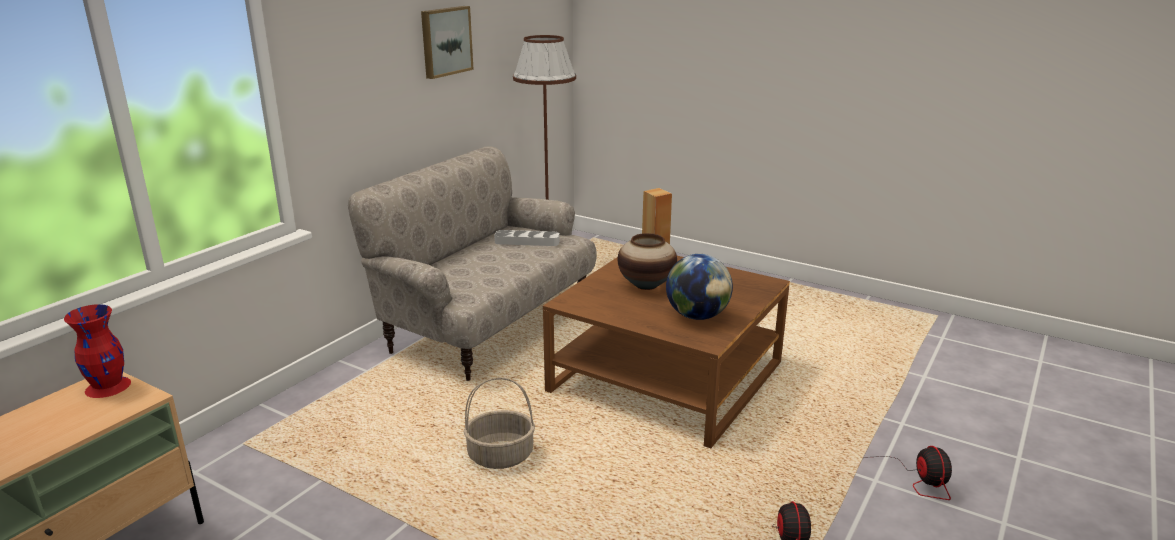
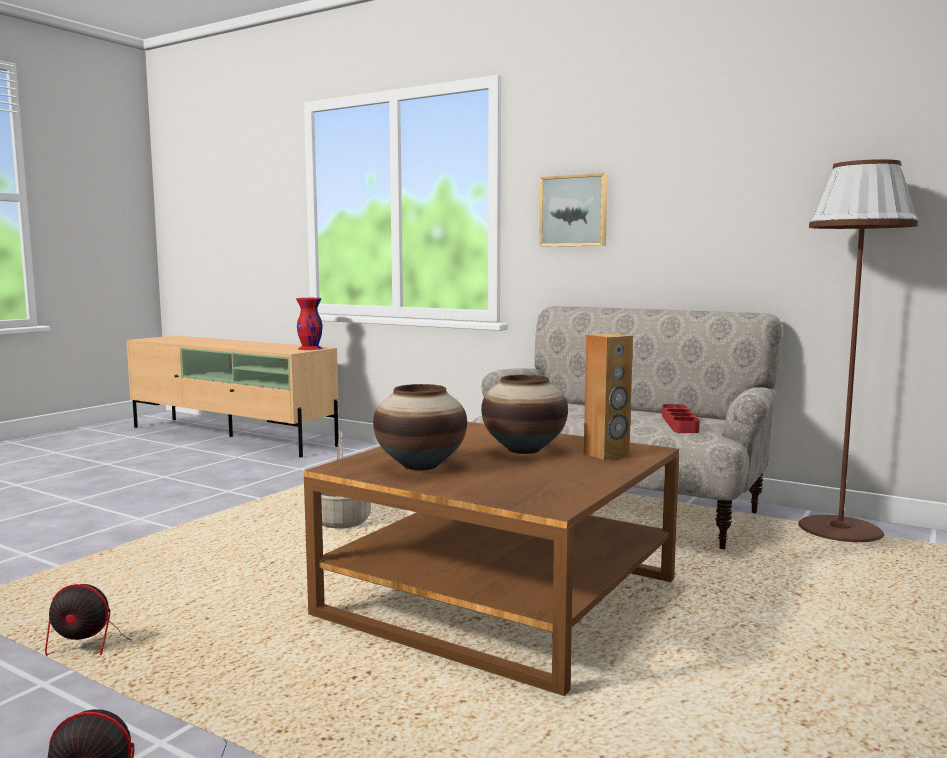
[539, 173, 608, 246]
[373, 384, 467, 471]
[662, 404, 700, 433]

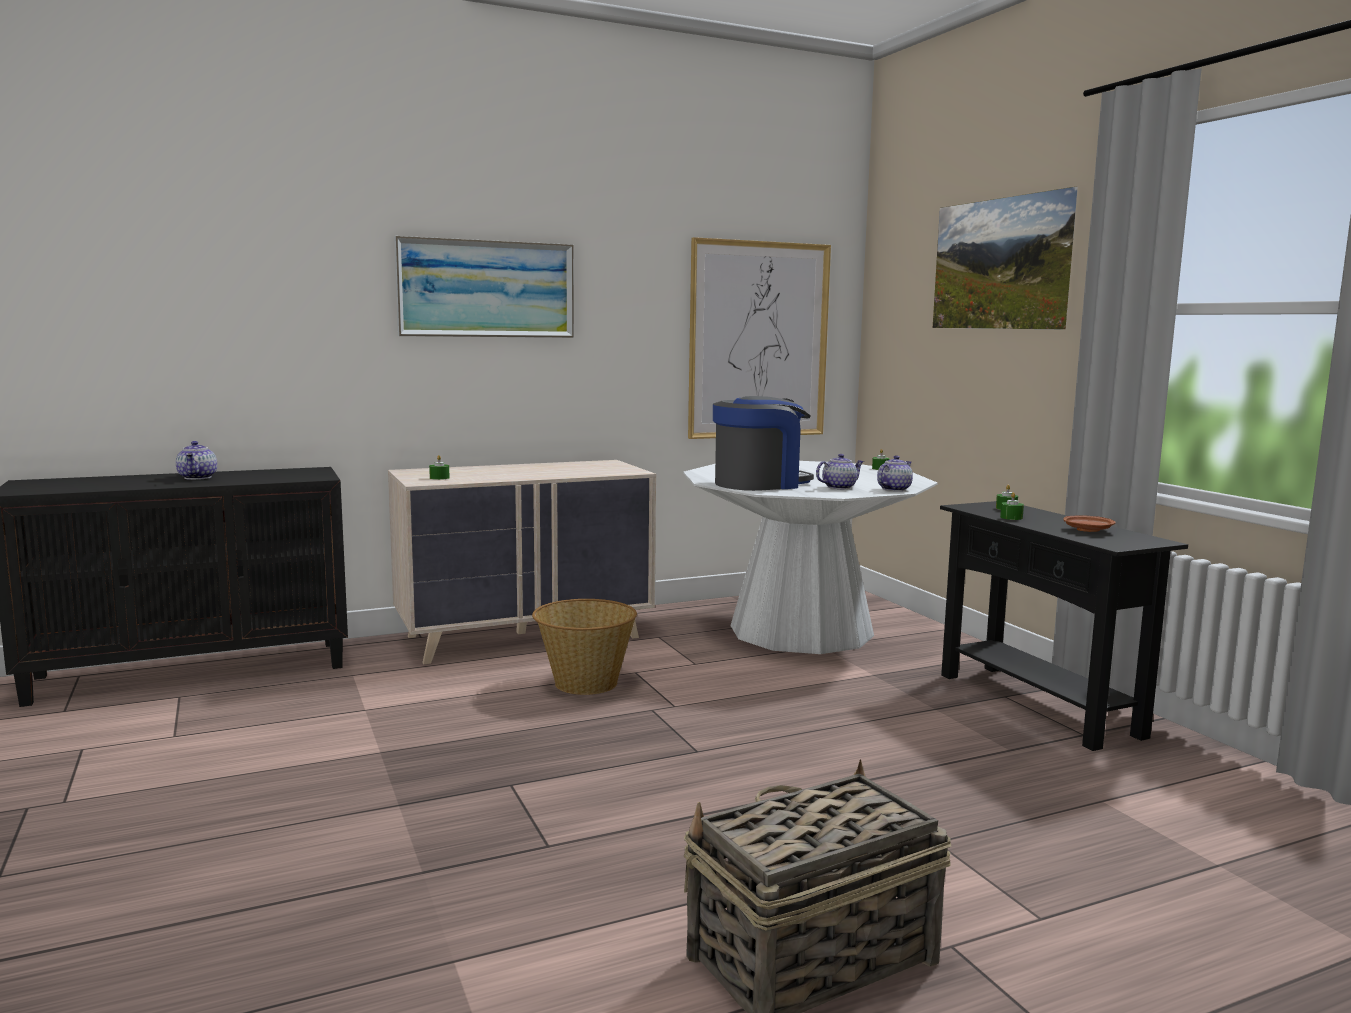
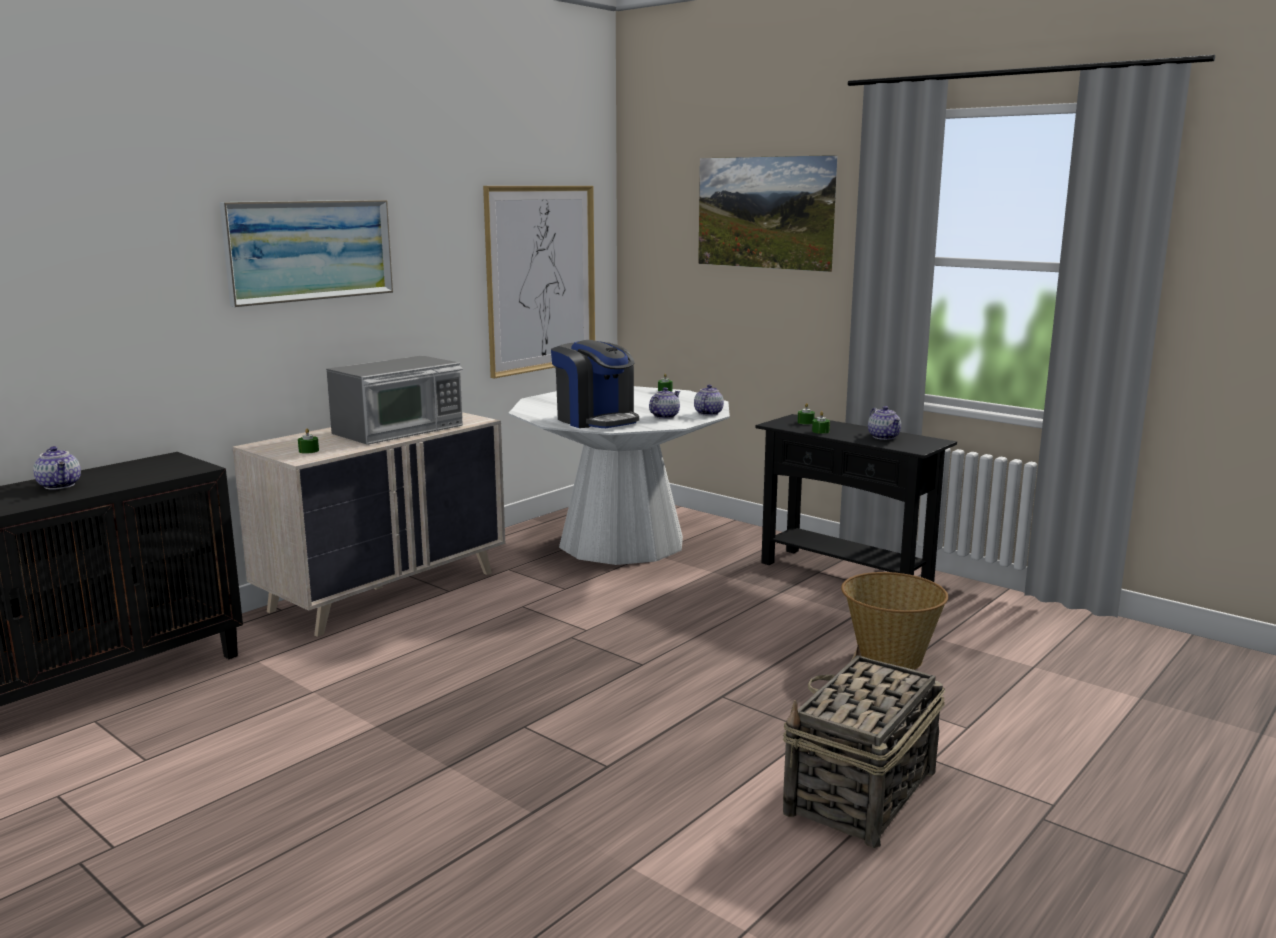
[326, 355, 463, 445]
[841, 572, 948, 670]
[868, 406, 901, 440]
[551, 340, 639, 428]

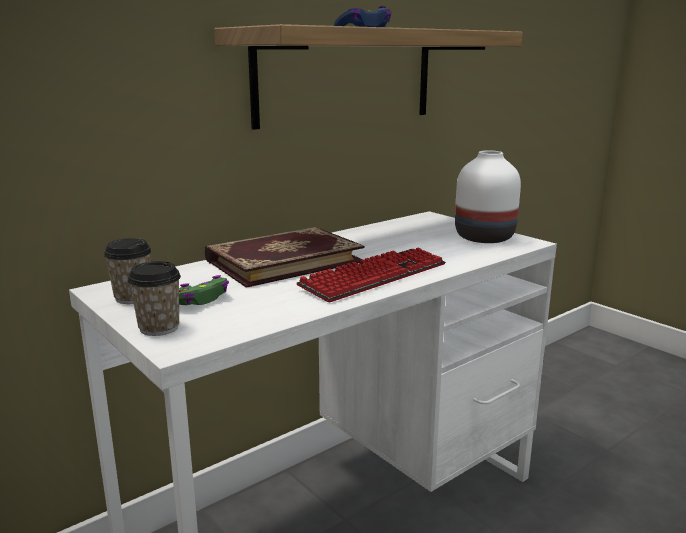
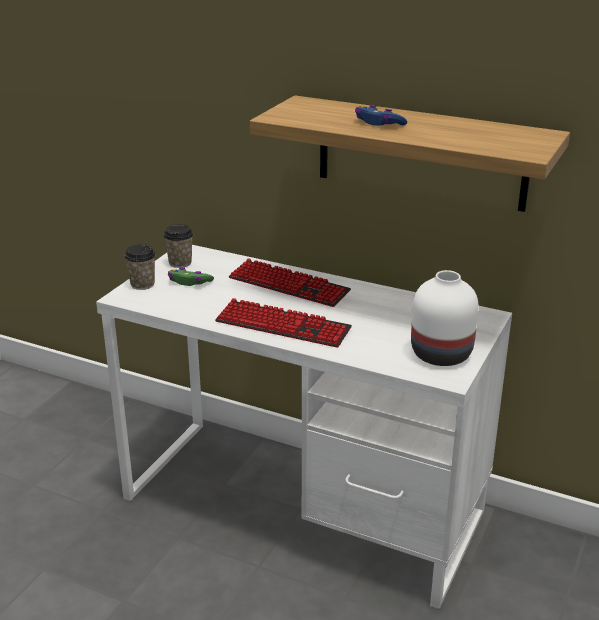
[229, 258, 351, 307]

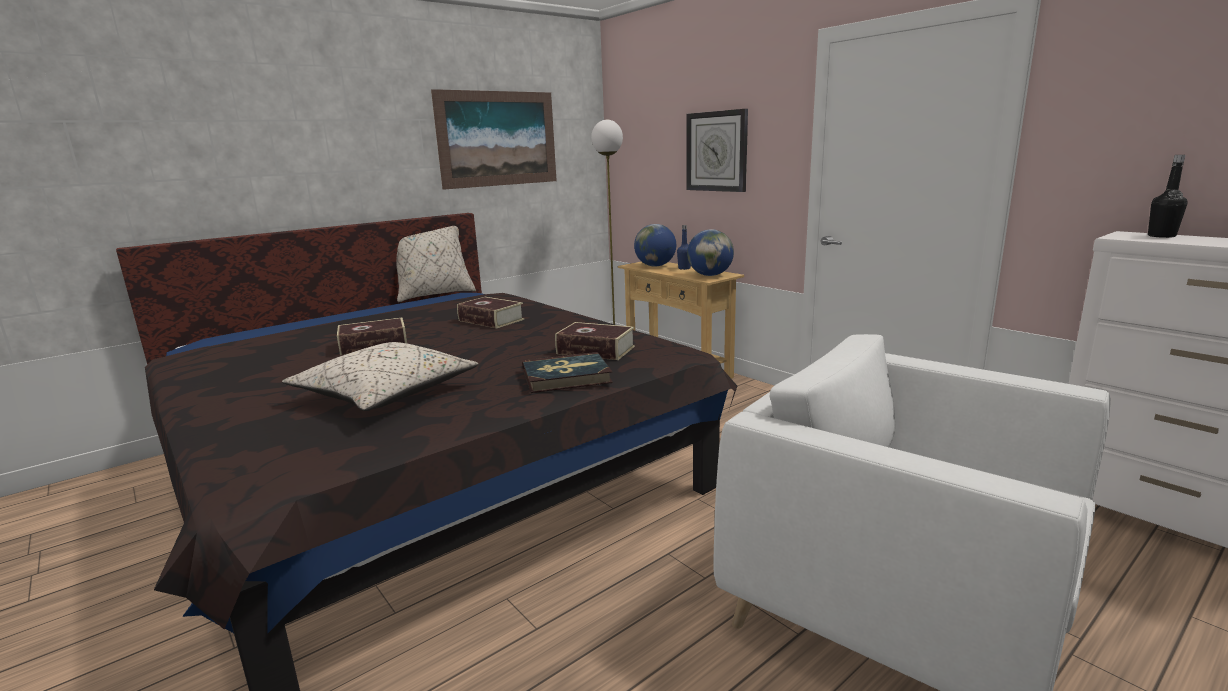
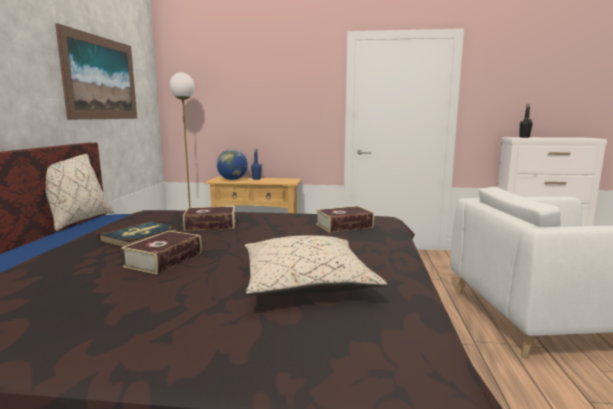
[686, 109, 748, 192] (first image)
[687, 229, 734, 276] (first image)
[98, 221, 178, 248]

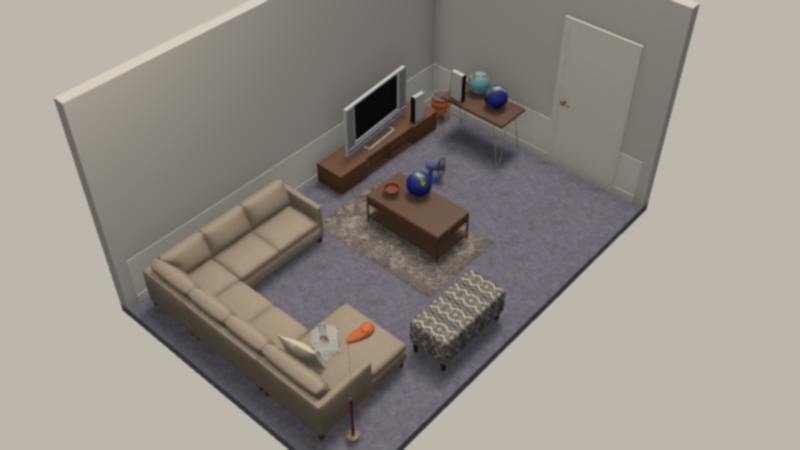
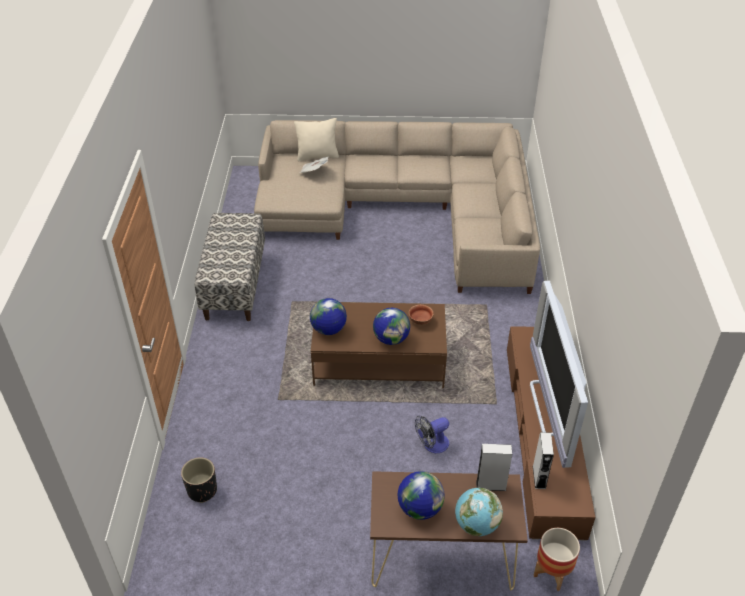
[346, 321, 374, 442] (first image)
[181, 457, 217, 503]
[310, 298, 347, 335]

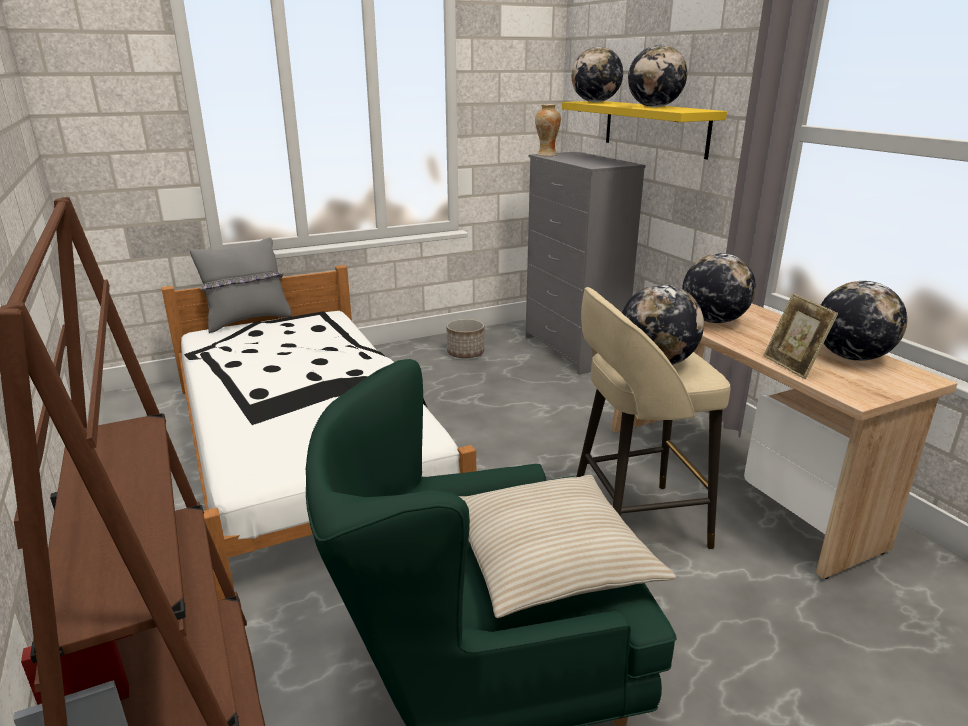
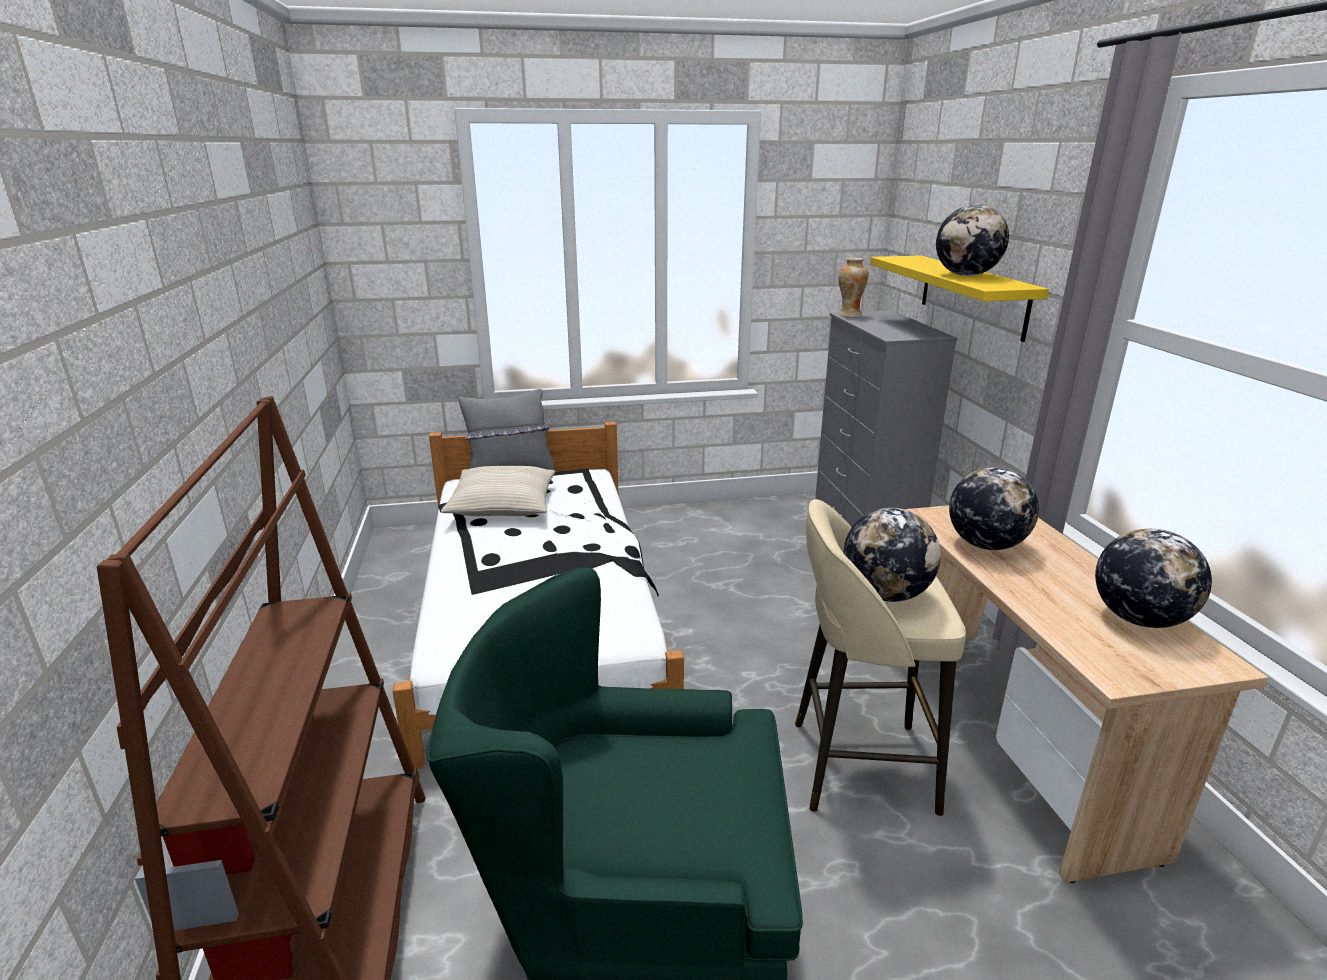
[446, 319, 484, 358] (first image)
[572, 47, 623, 102] (first image)
[763, 293, 838, 379] (first image)
[441, 466, 555, 516]

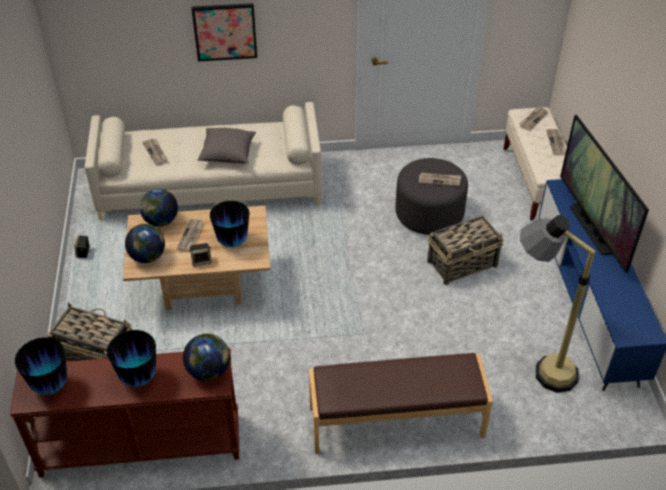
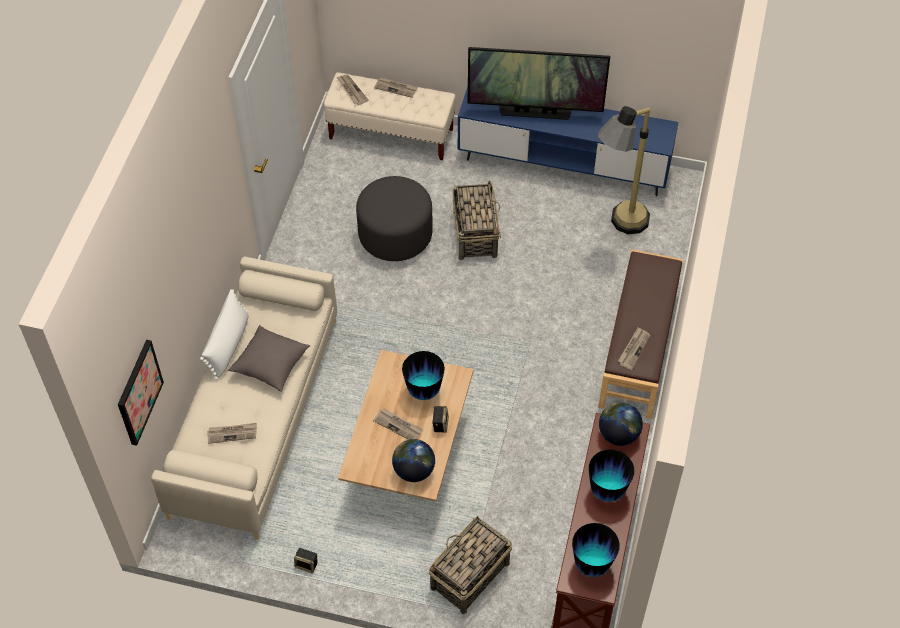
[139, 189, 178, 227] (first image)
[200, 289, 248, 380]
[118, 340, 164, 446]
[618, 327, 650, 370]

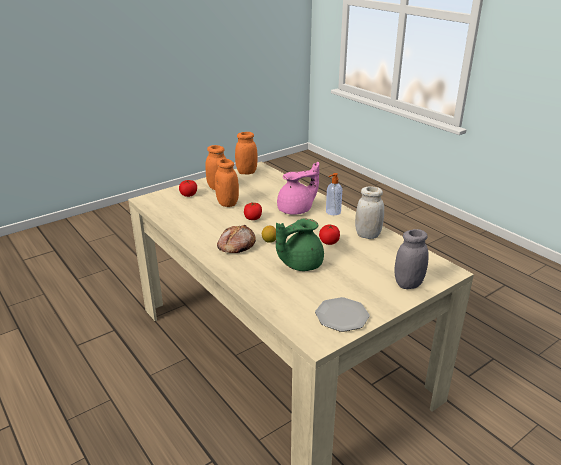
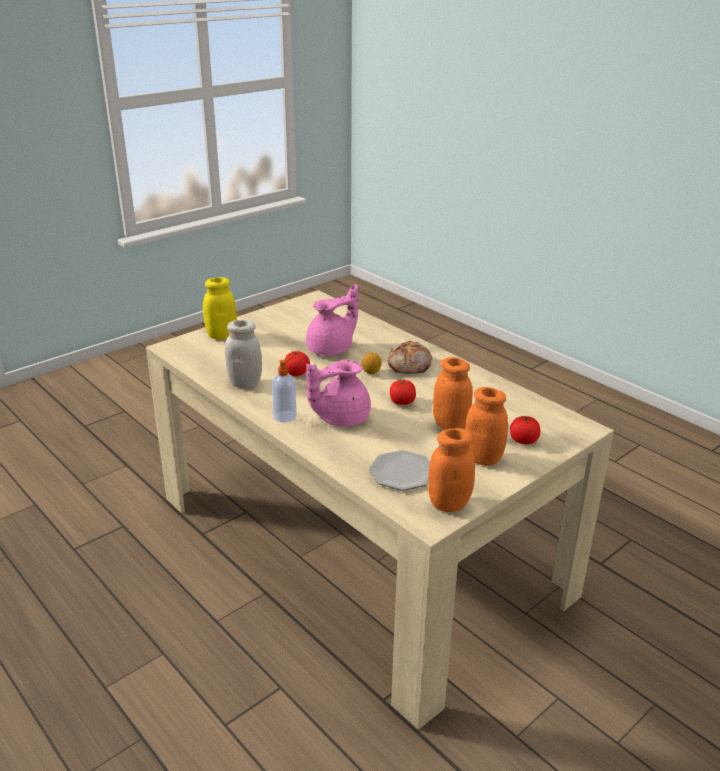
[369, 450, 430, 491]
[306, 284, 358, 355]
[203, 277, 237, 340]

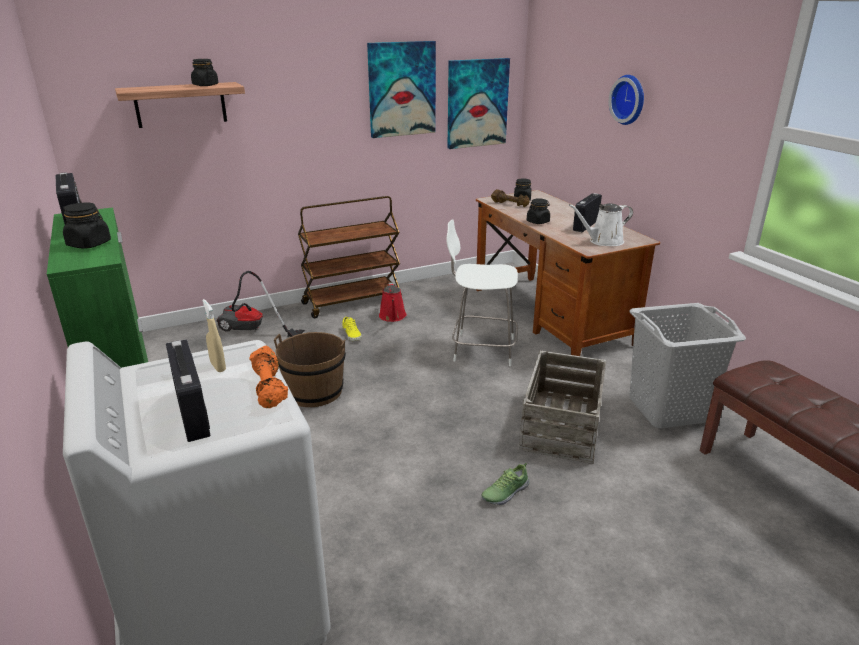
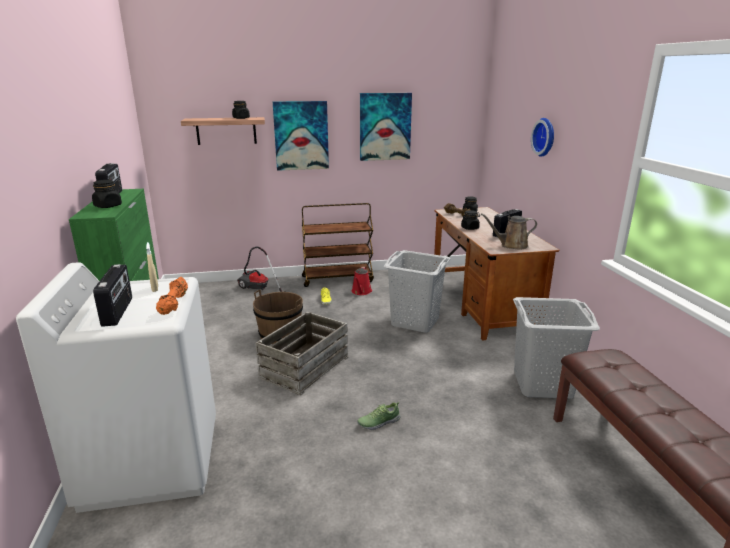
[273, 101, 329, 171]
[256, 312, 349, 395]
[384, 250, 450, 333]
[481, 213, 537, 249]

